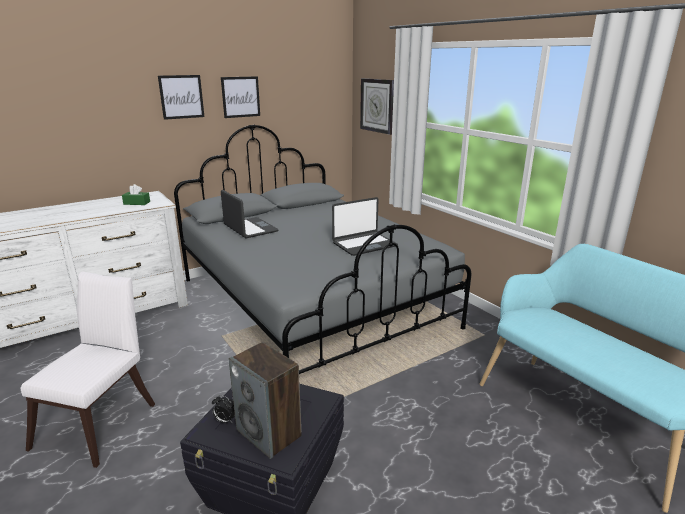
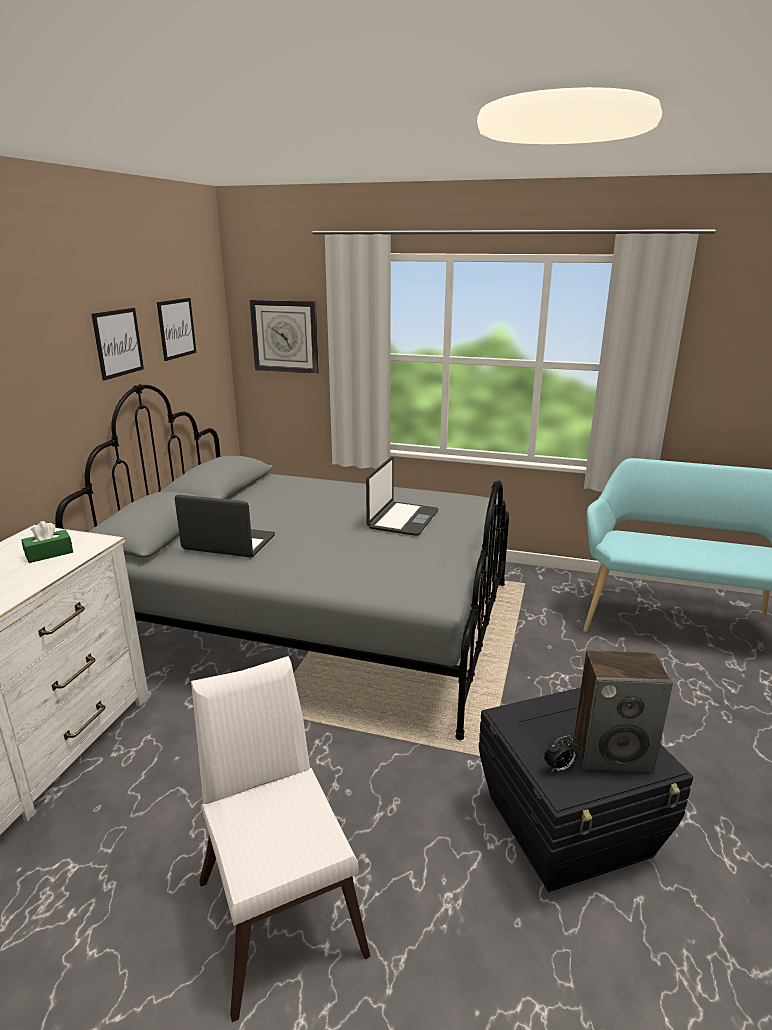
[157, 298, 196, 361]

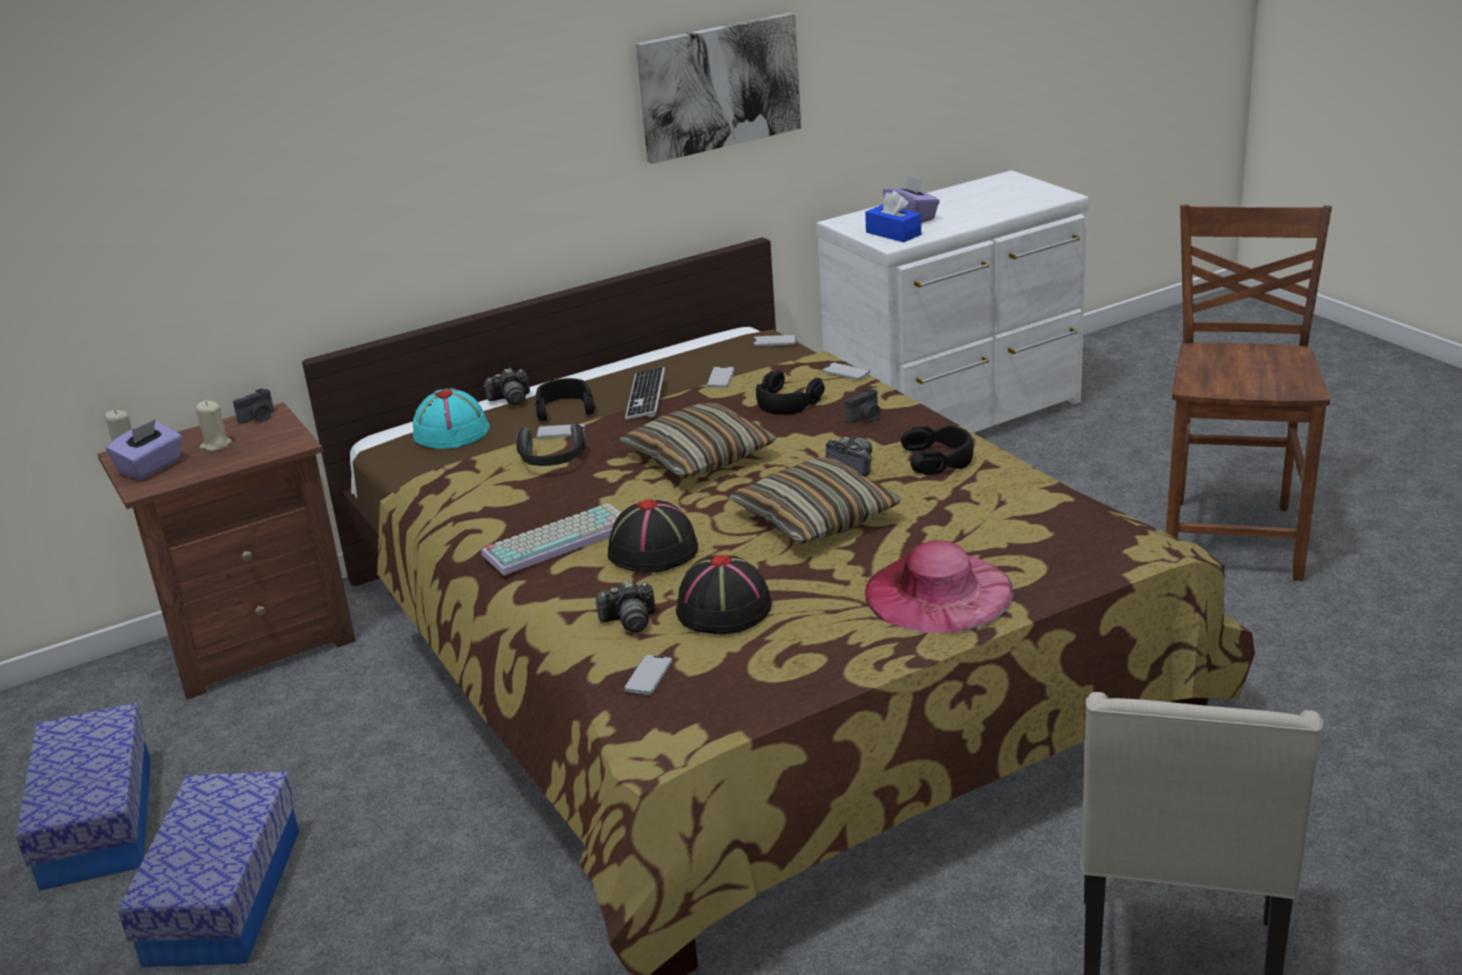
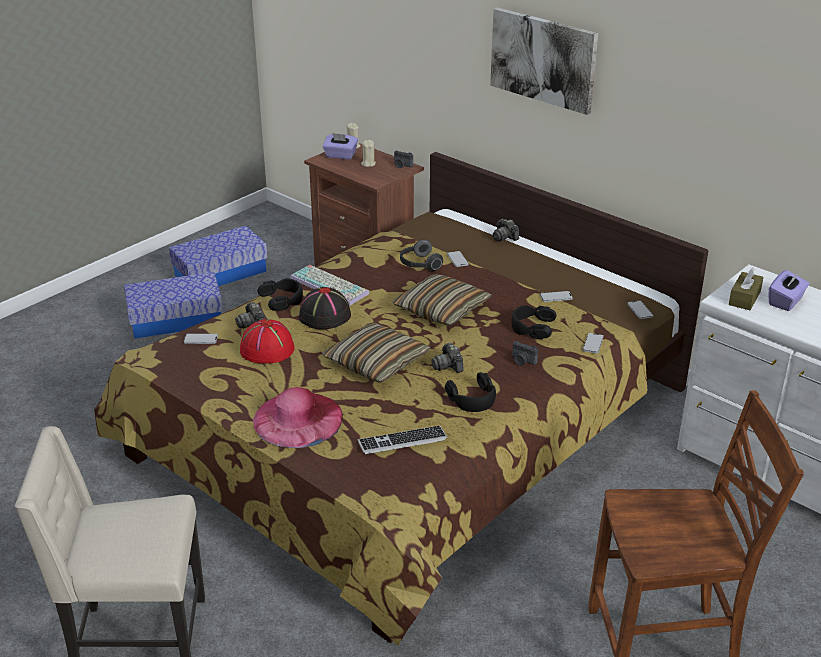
[413, 388, 489, 449] (first image)
[257, 278, 303, 312]
[358, 425, 447, 454]
[490, 7, 598, 115]
[240, 319, 295, 364]
[729, 267, 764, 310]
[431, 343, 464, 373]

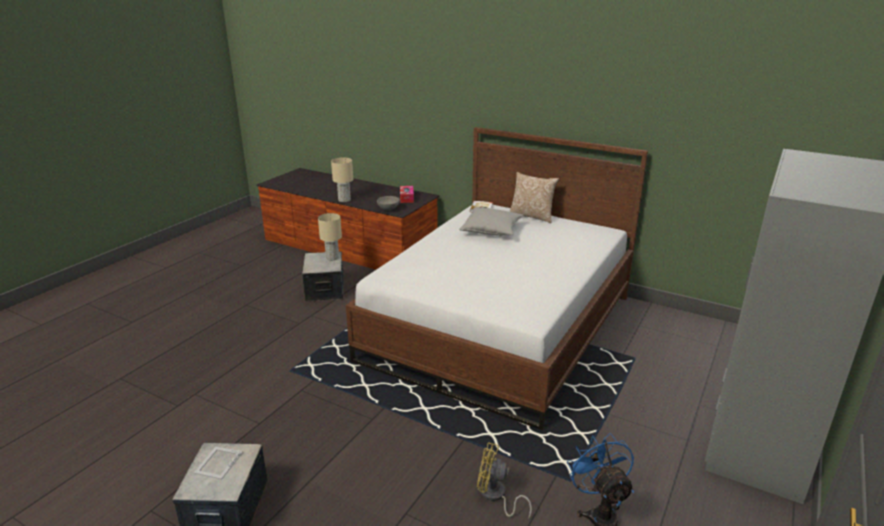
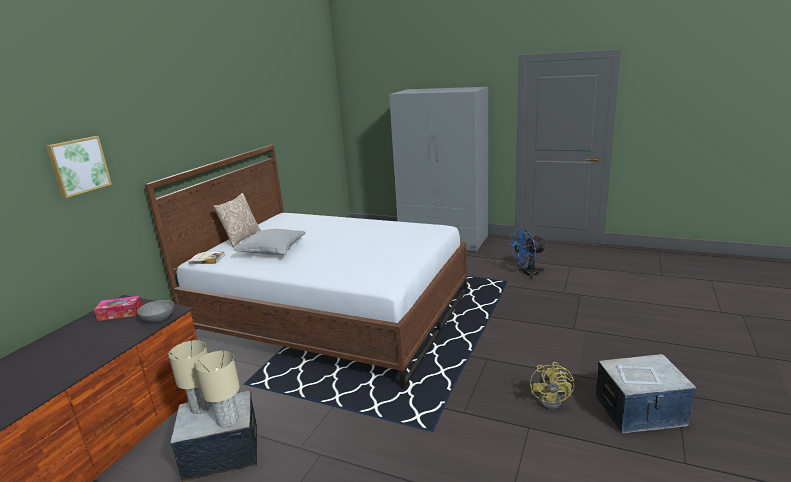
[46, 136, 112, 198]
[195, 351, 240, 428]
[530, 362, 574, 410]

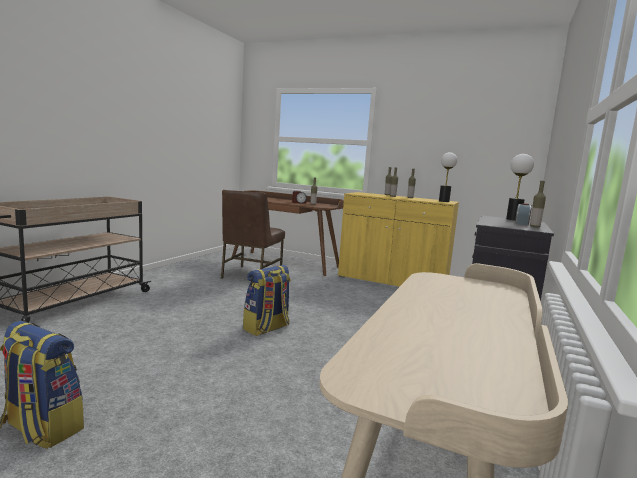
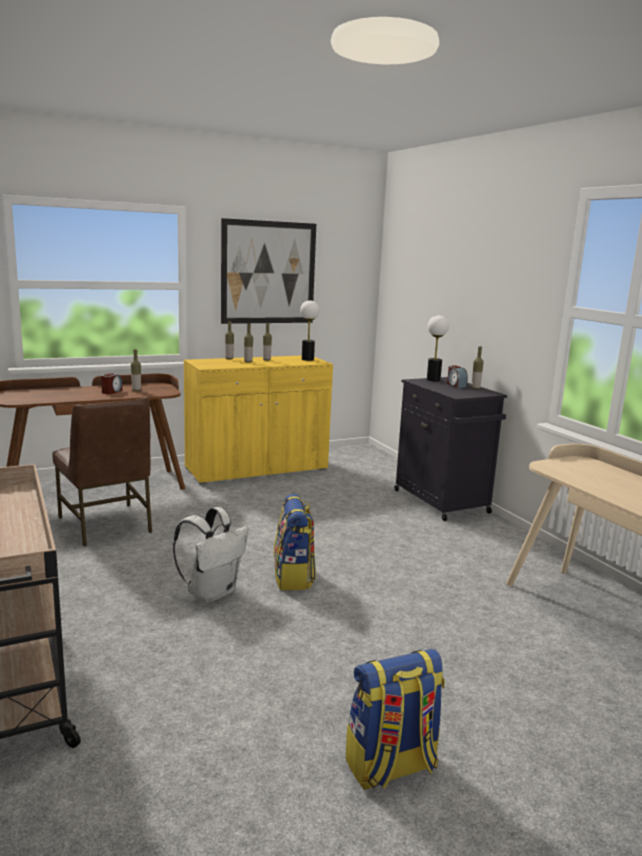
[173, 507, 249, 603]
[221, 218, 316, 324]

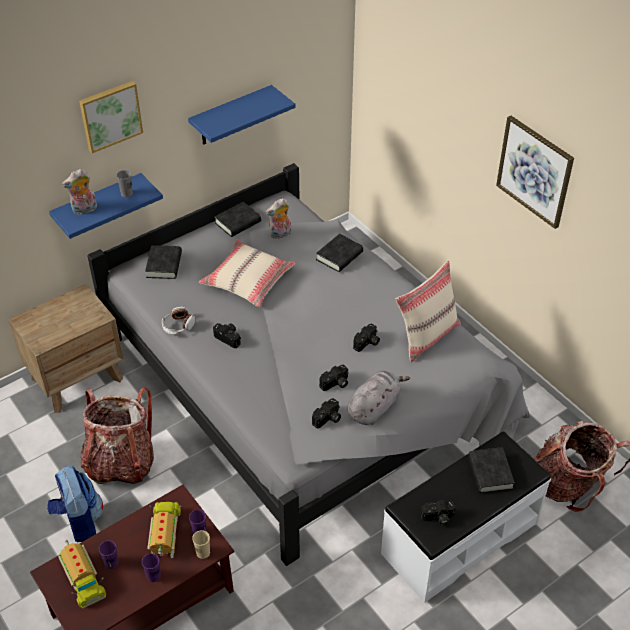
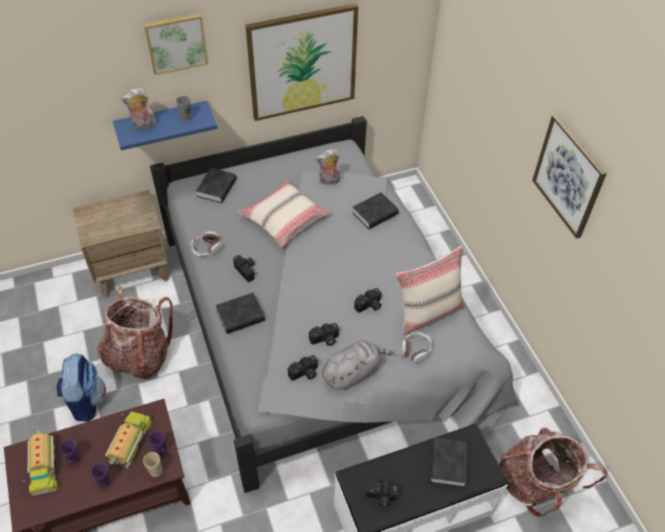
[401, 331, 432, 364]
[216, 293, 265, 334]
[245, 3, 358, 121]

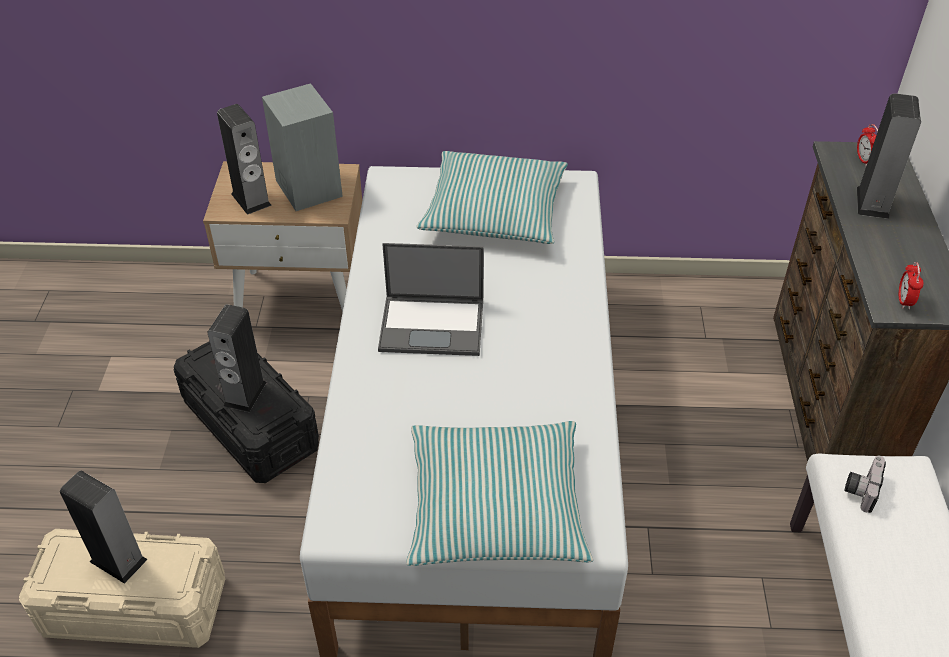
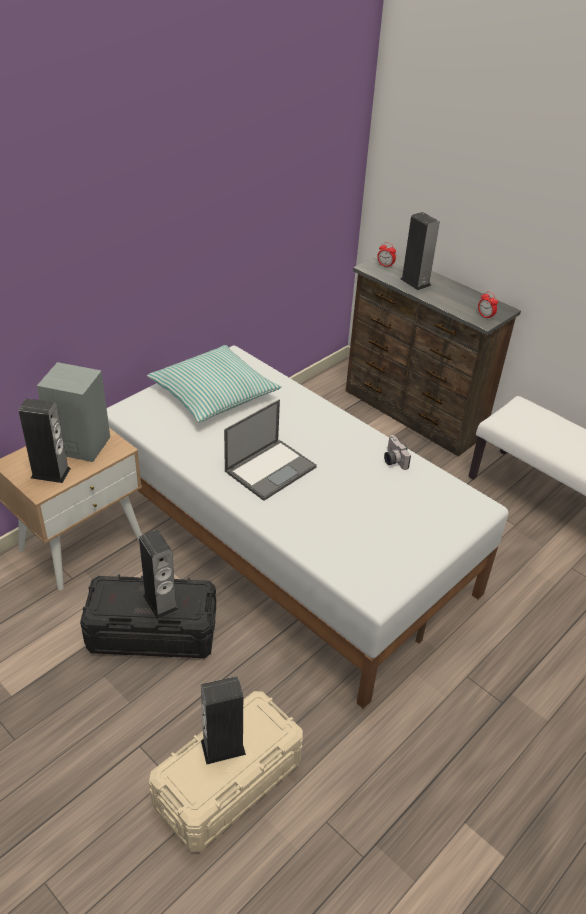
[406, 421, 593, 566] (first image)
[384, 435, 411, 470]

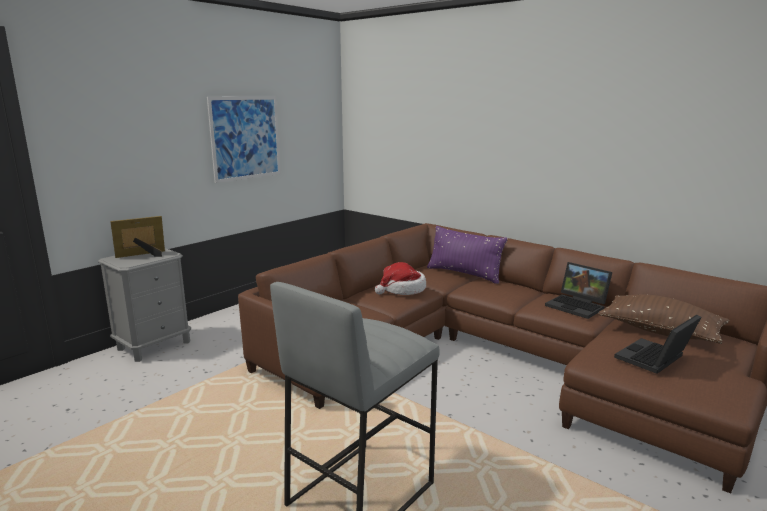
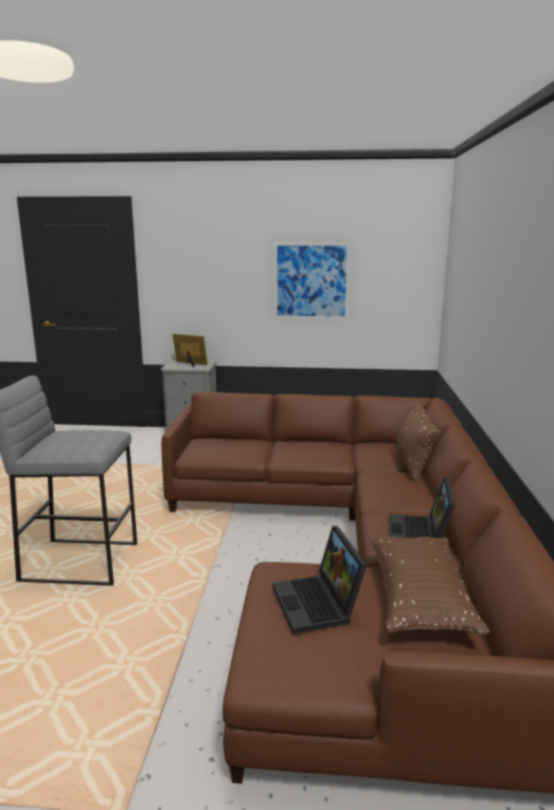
[375, 262, 426, 295] (first image)
[396, 400, 441, 483]
[273, 526, 367, 634]

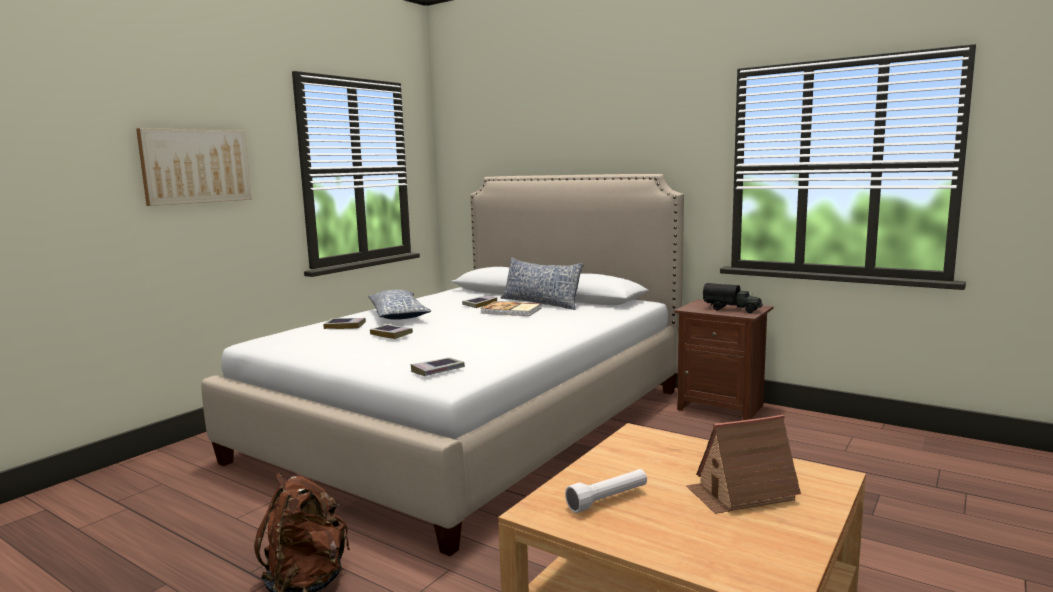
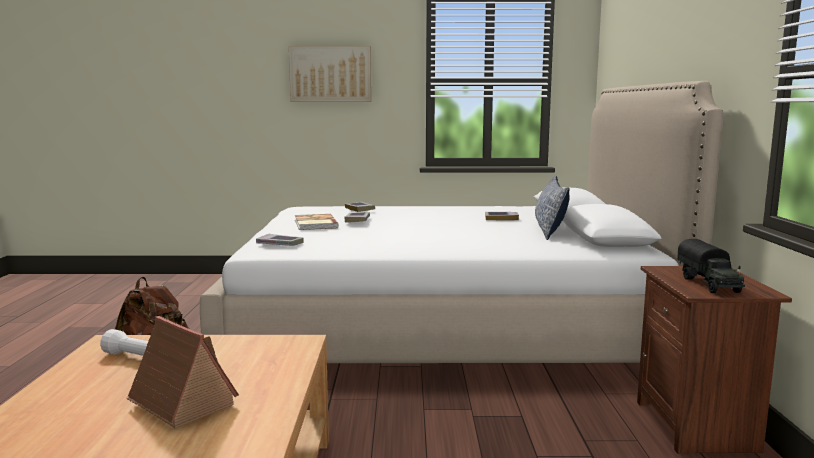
[368, 289, 431, 320] (first image)
[295, 214, 339, 230]

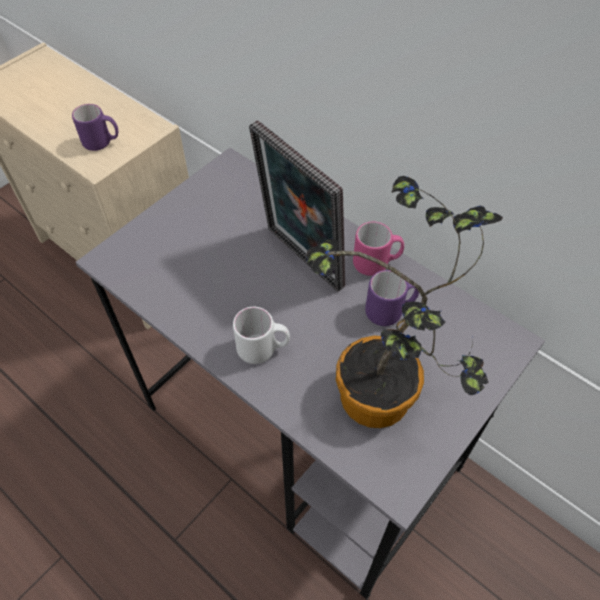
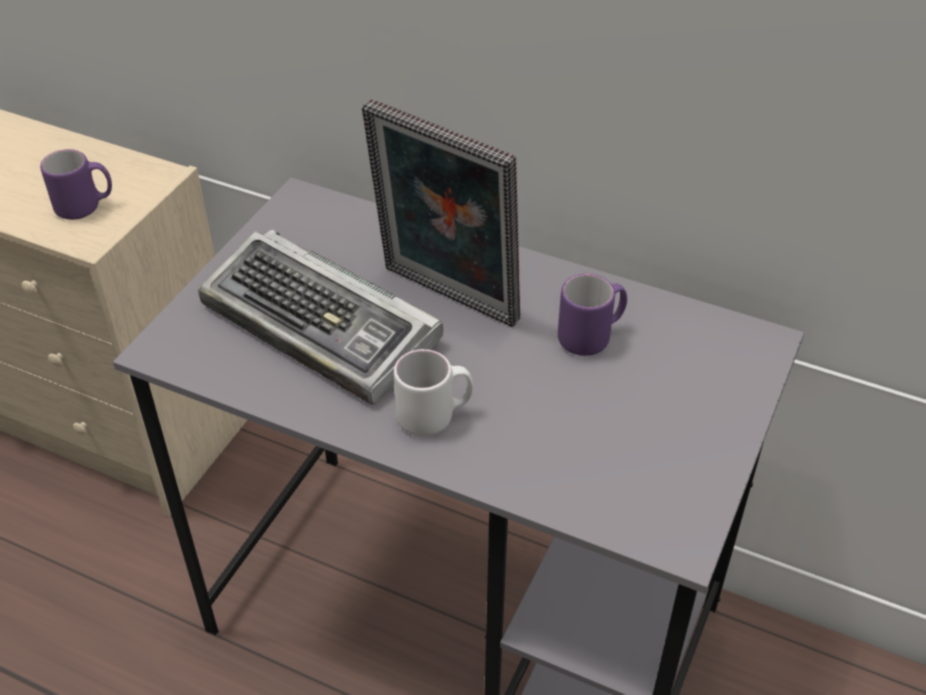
[306, 176, 503, 428] (first image)
[353, 222, 404, 276] (first image)
[198, 229, 443, 405]

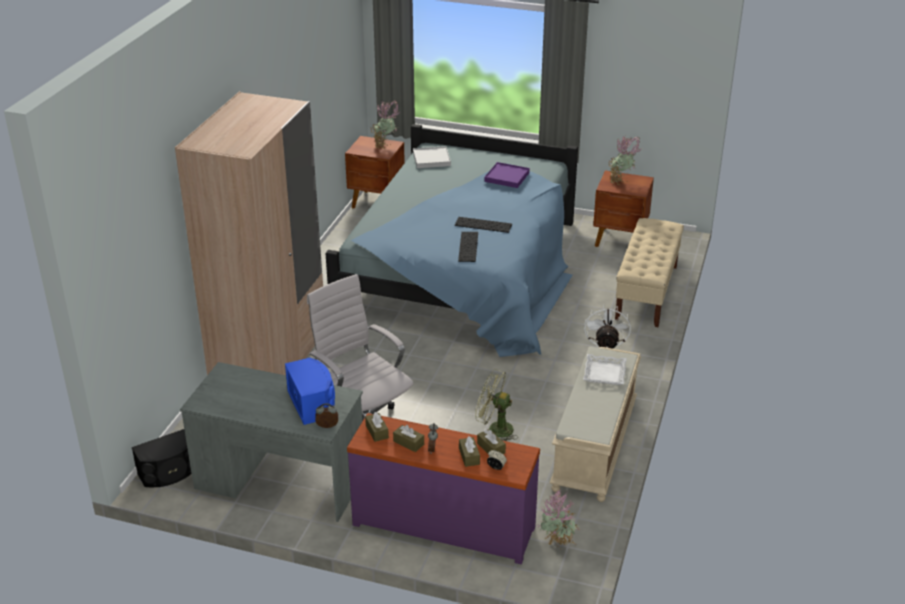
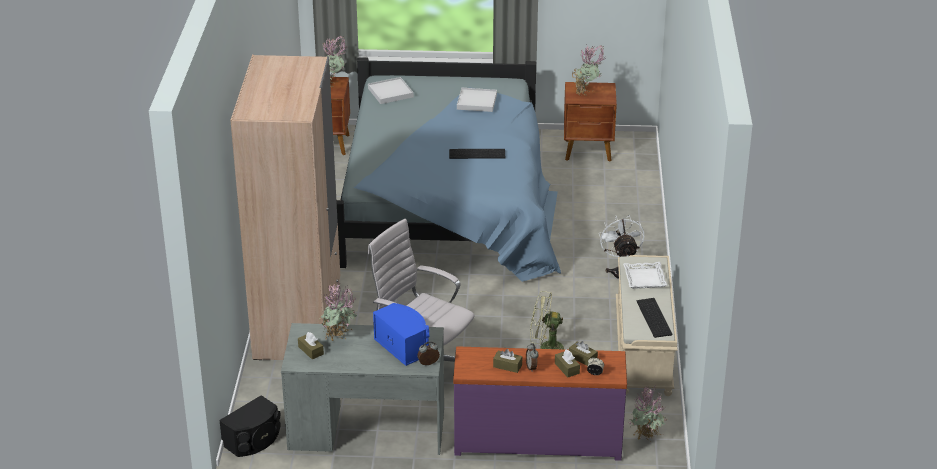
[615, 218, 684, 327] (first image)
[319, 282, 357, 341]
[298, 332, 324, 359]
[637, 298, 673, 338]
[457, 88, 497, 112]

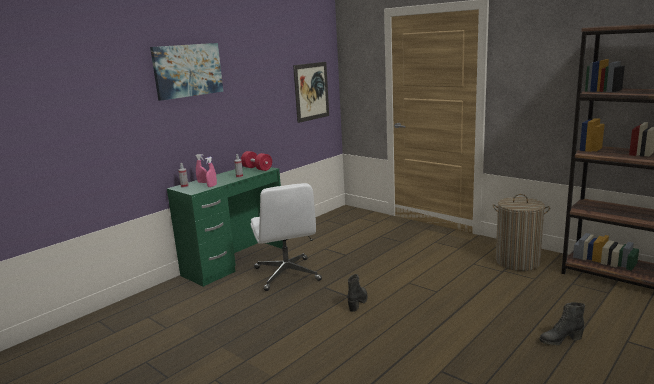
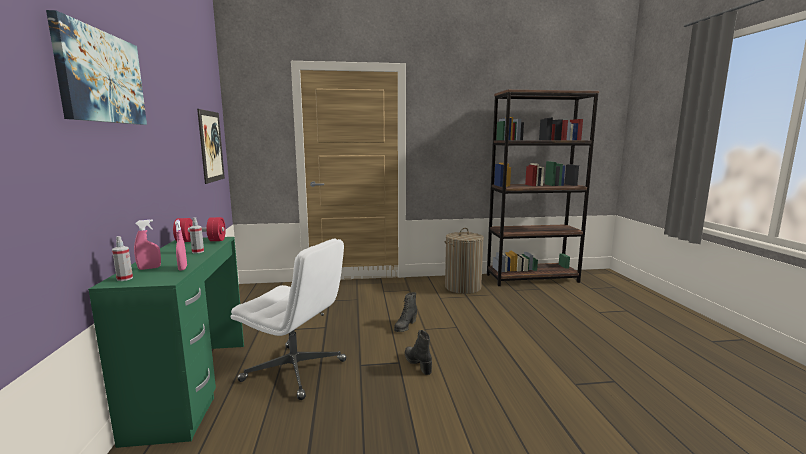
[394, 292, 417, 332]

